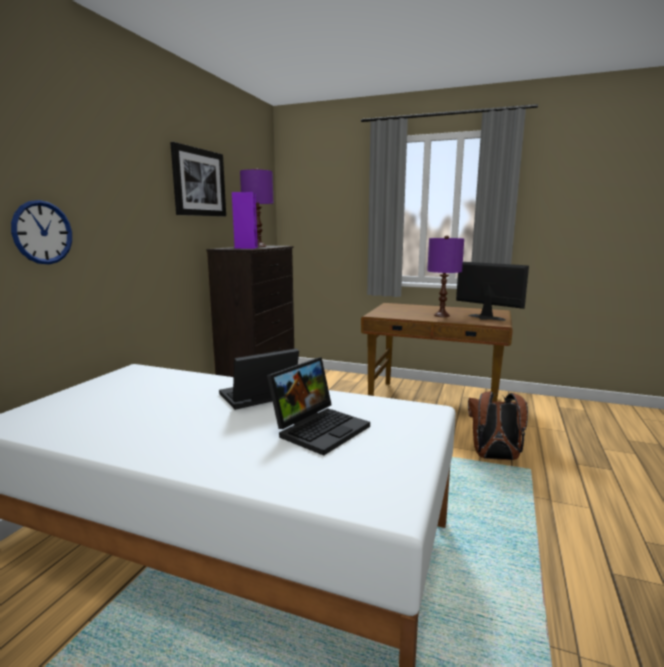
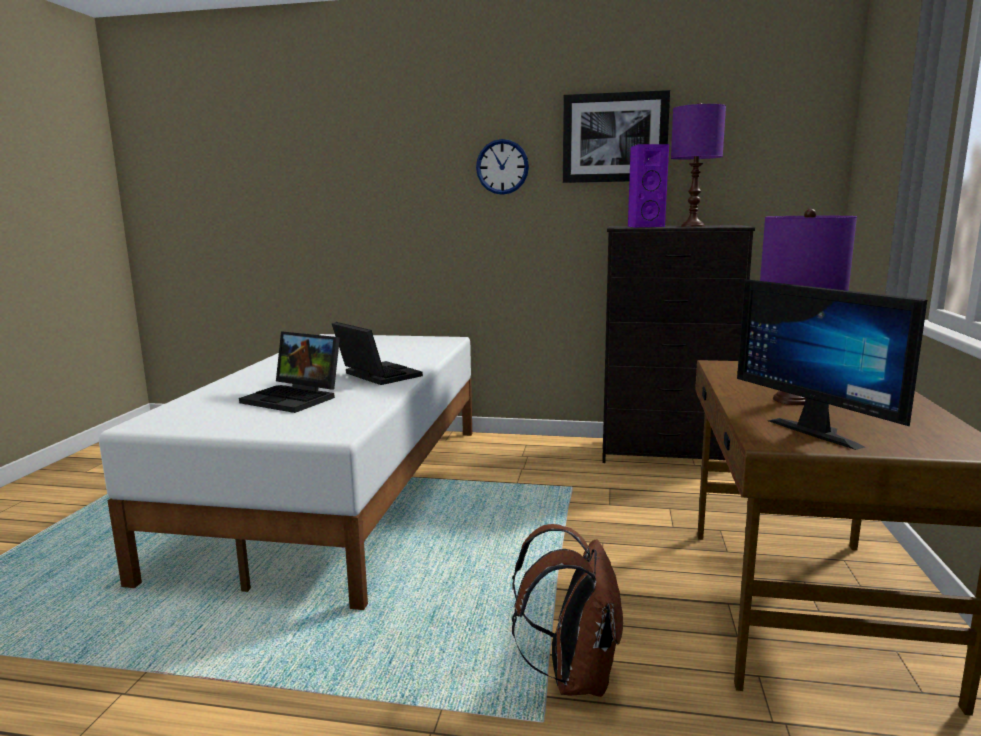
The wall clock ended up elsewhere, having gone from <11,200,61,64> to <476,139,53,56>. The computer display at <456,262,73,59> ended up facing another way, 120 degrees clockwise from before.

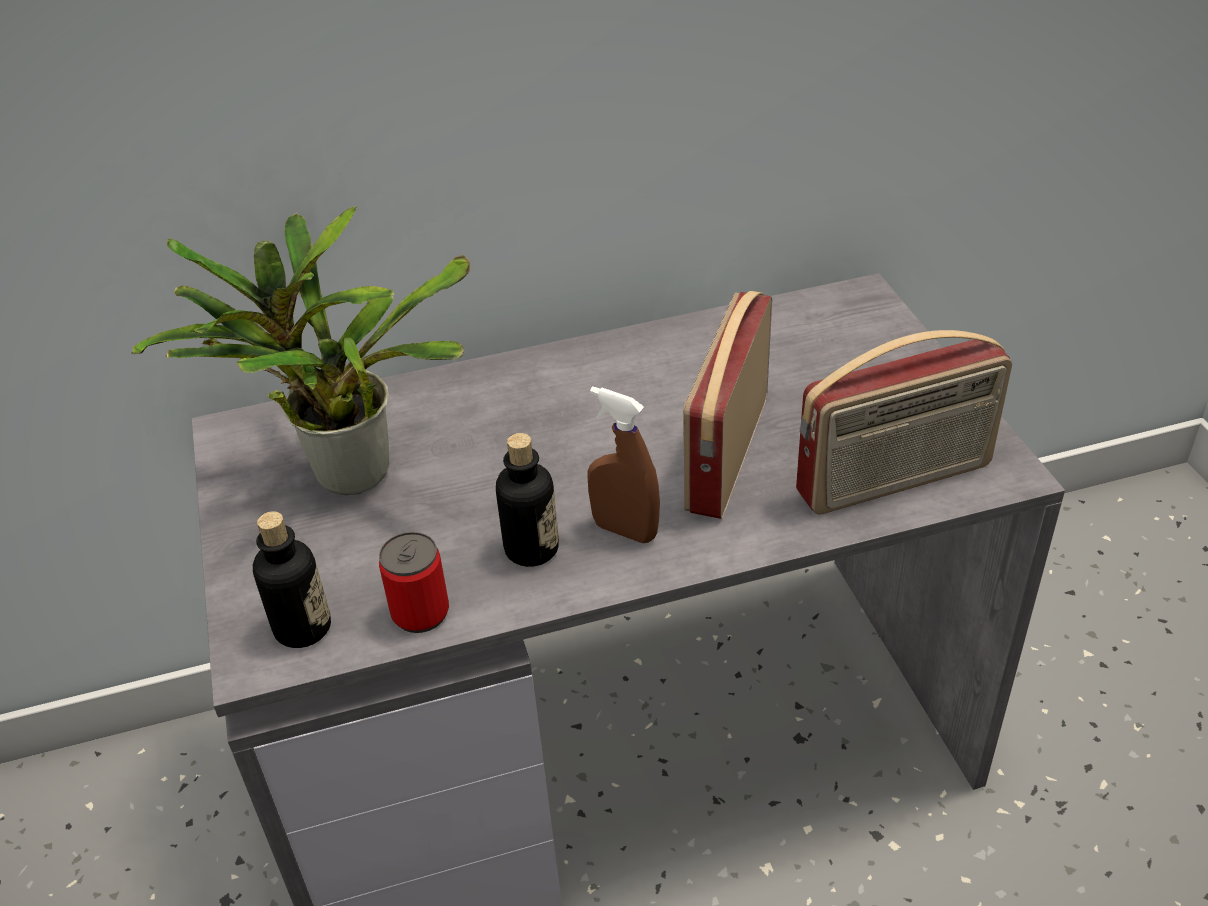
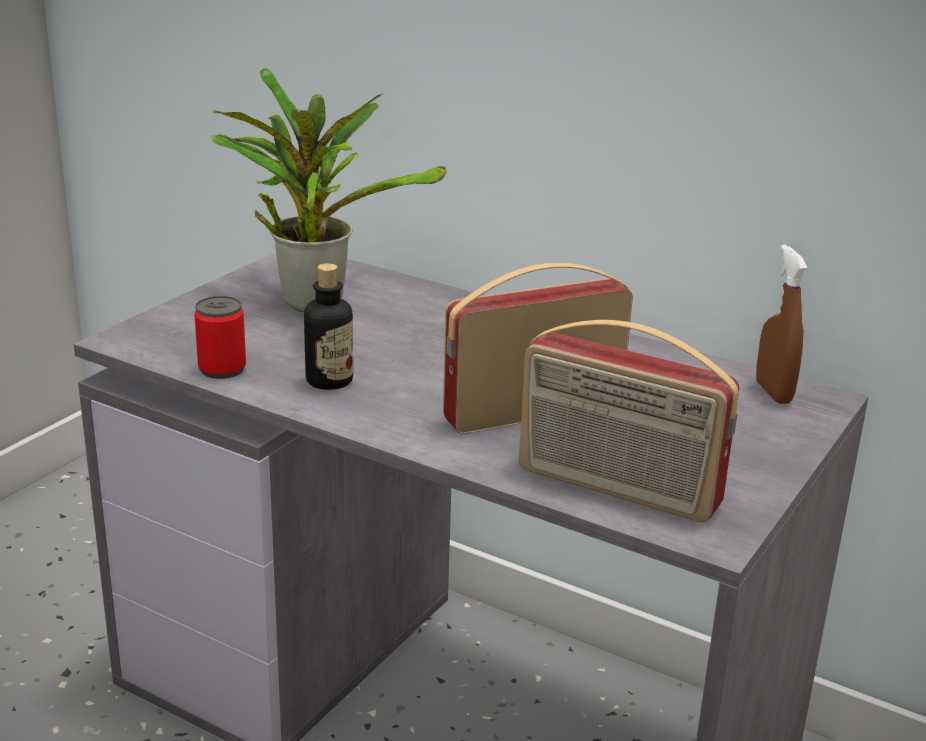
The brown-coloured spray bottle ended up elsewhere, having gone from <588,386,72,157> to <756,245,51,159>. The second view lost the beverage bottle at <253,511,78,137>.

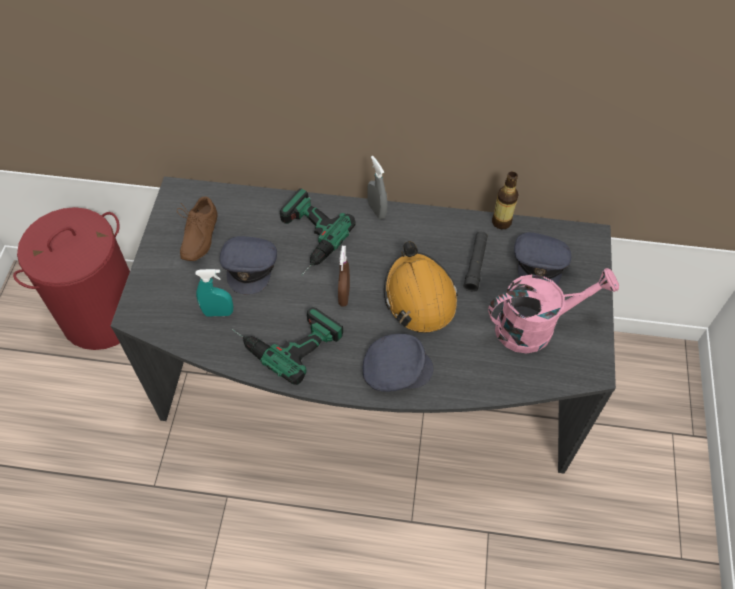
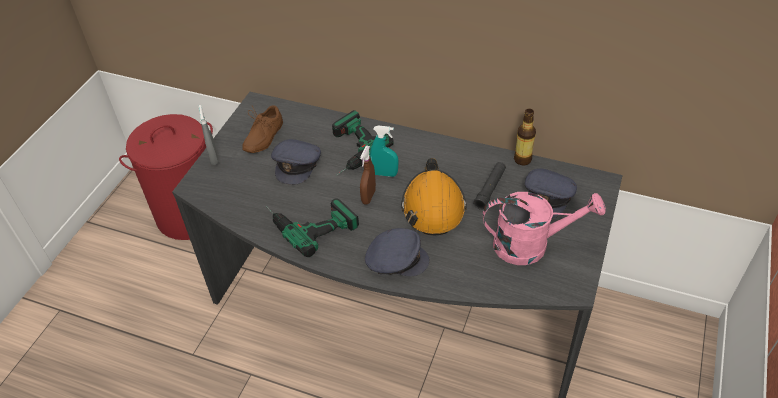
The grey spray bottle ended up elsewhere, having gone from <367,156,20,63> to <199,105,20,60>. The turquoise spray bottle ended up elsewhere, having gone from <195,269,38,47> to <370,126,28,51>.

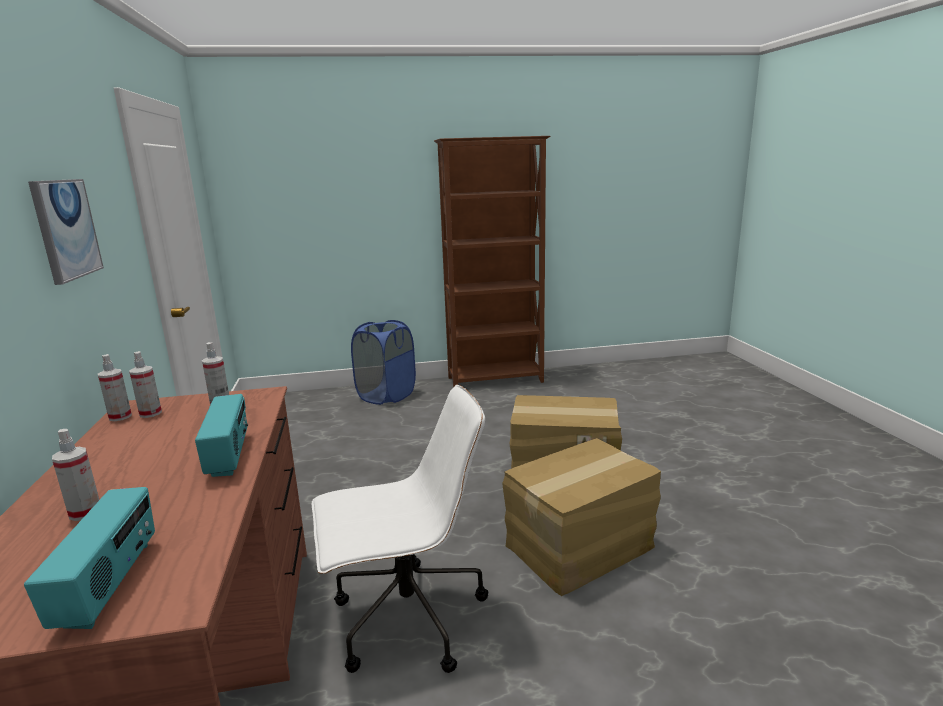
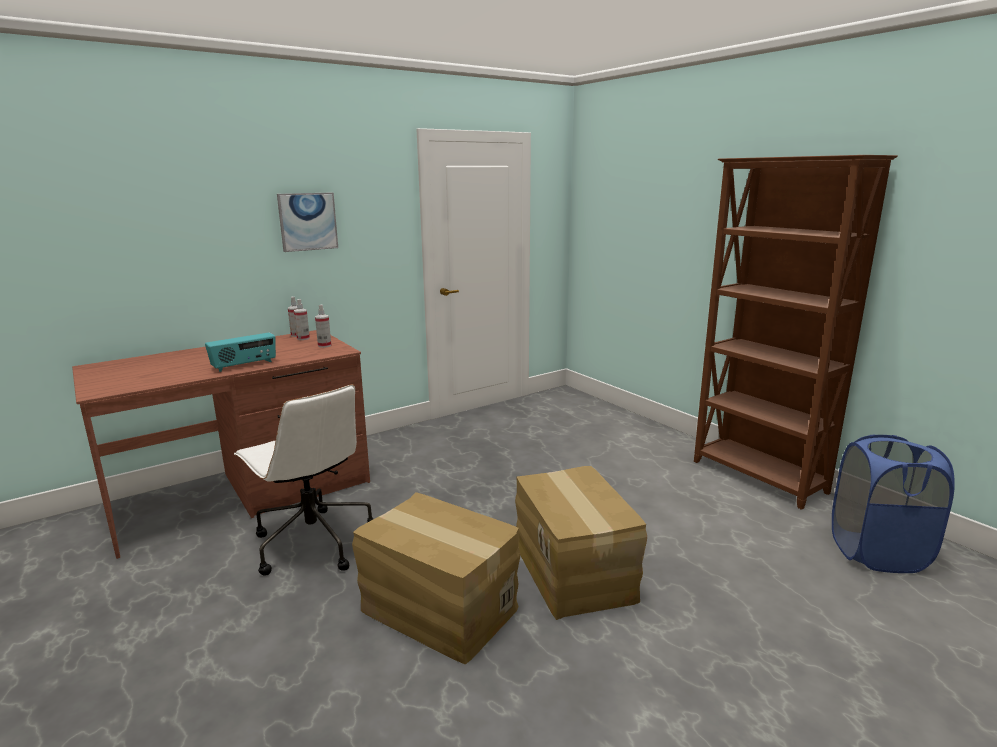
The blue-coloured laundry basket ended up elsewhere, having gone from <351,320,65,85> to <832,435,123,138>. The second view lost the radio at <24,487,131,142>. The second view lost the spray bottle at <52,429,47,92>.

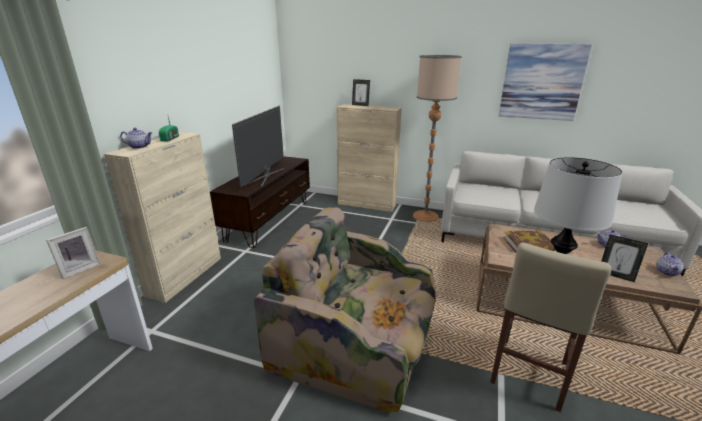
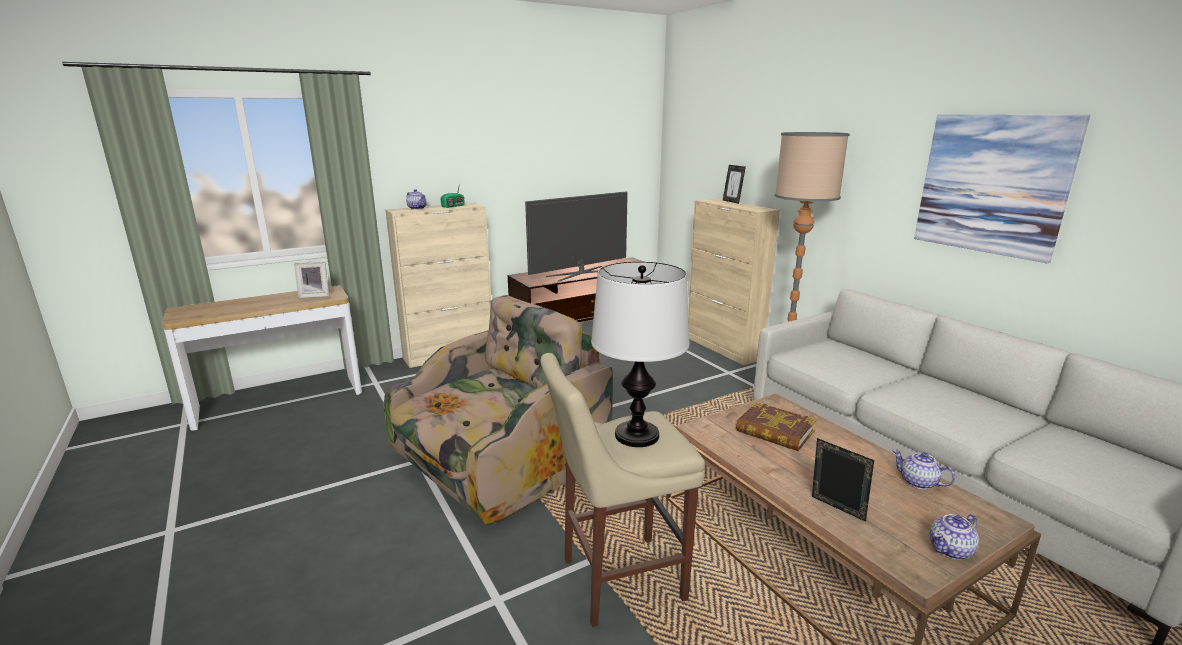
The easy chair at <254,207,181,205> ended up facing another way, 75 degrees clockwise from before. The standing frame at <601,234,47,48> ended up facing another way, 150 degrees clockwise from before.

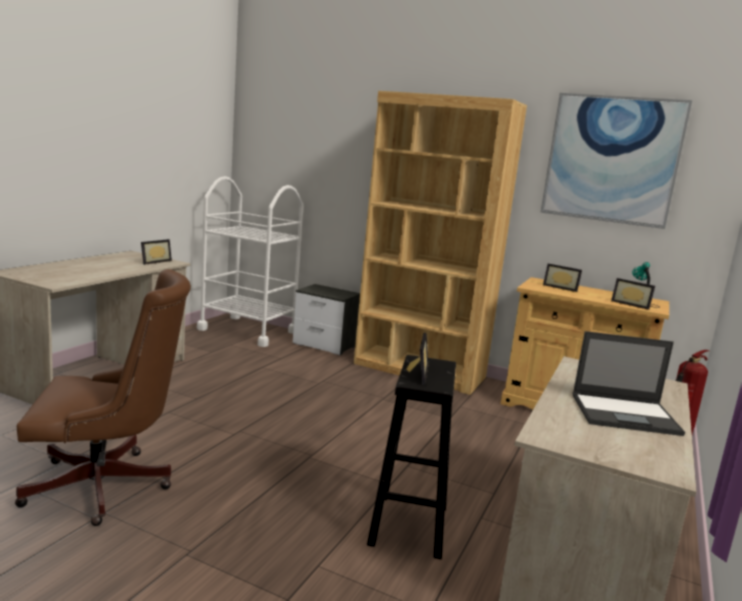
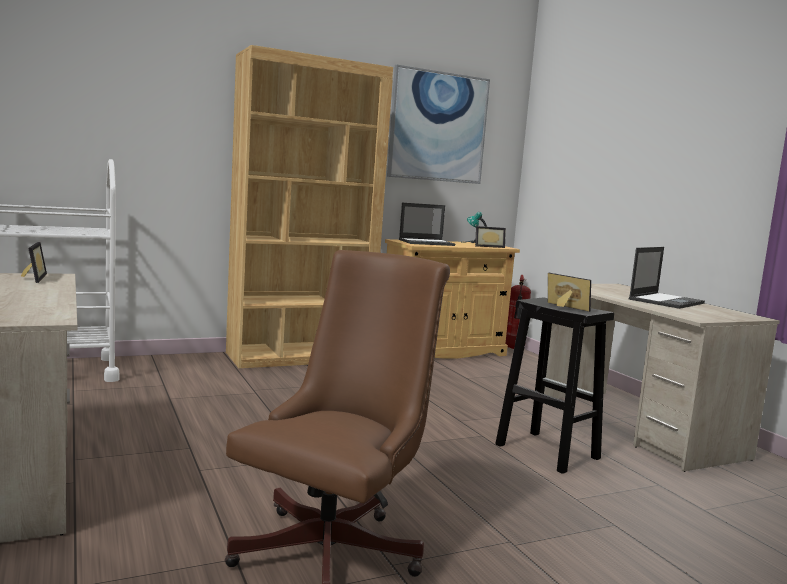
Where the standing frame stood at <543,264,39,28>, the laptop came to stand at <399,203,56,43>. The second view lost the night table at <293,284,67,71>.

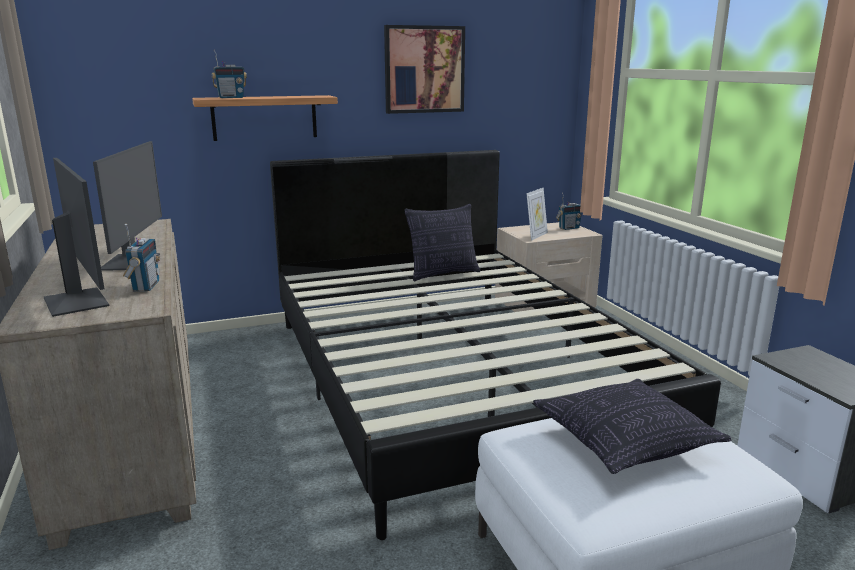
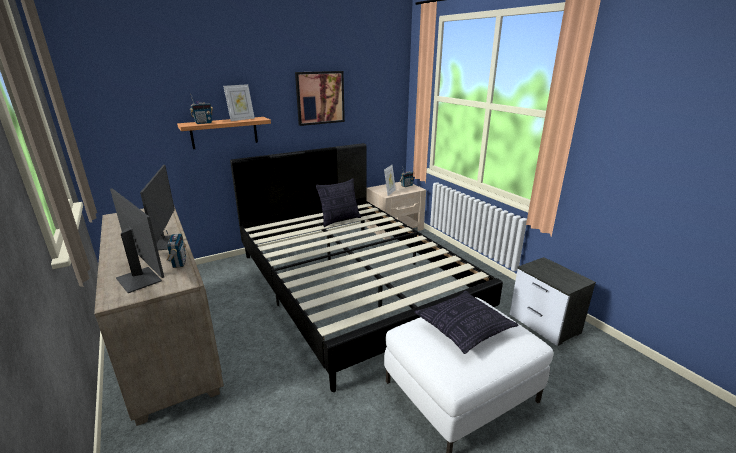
The second view gained the standing frame at <223,84,32,37>.

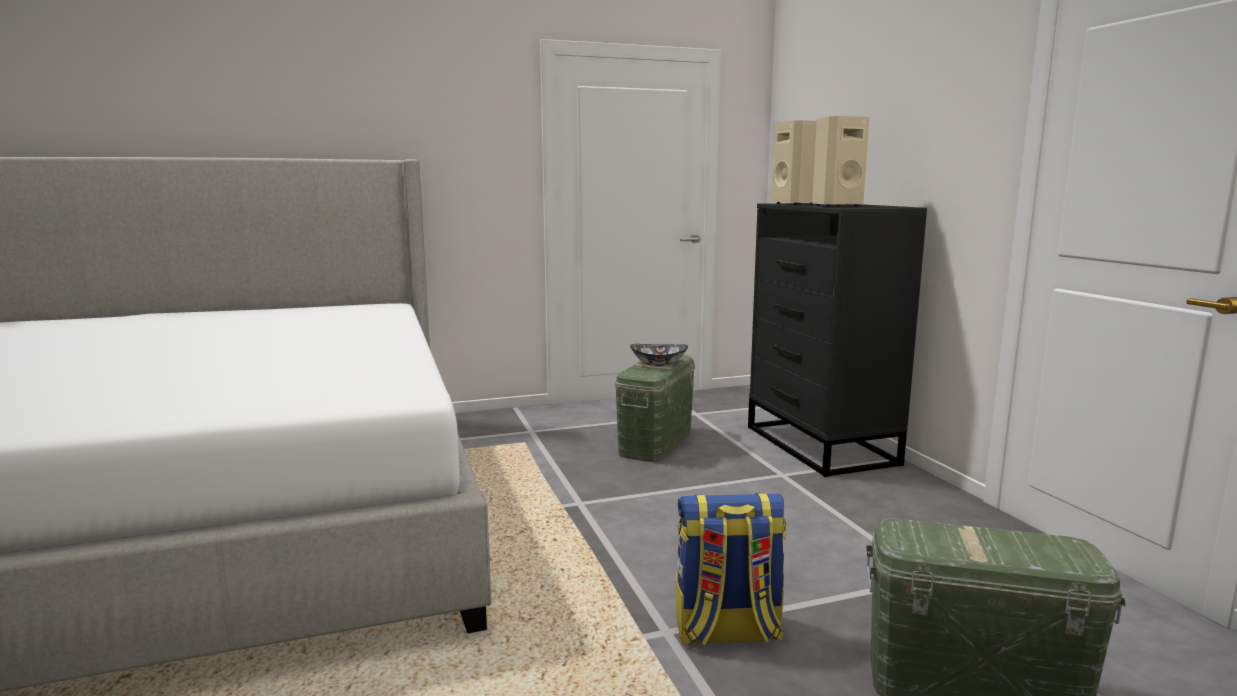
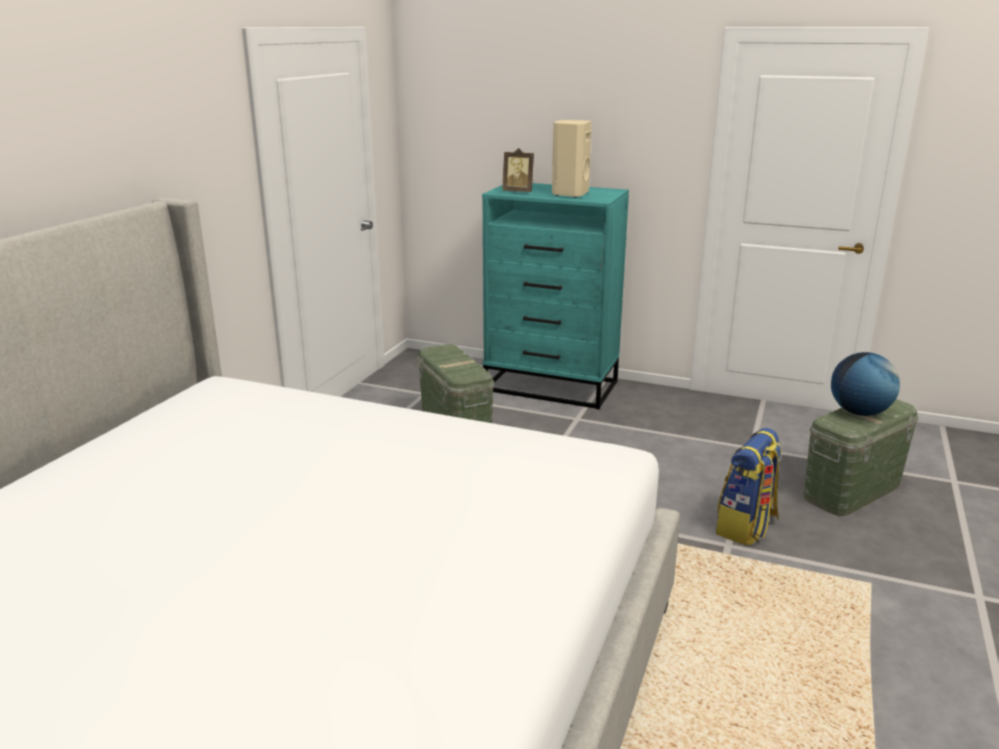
What was the blackish drawer chest at <748,203,179,274> turned into the turquoise drawer chest at <482,183,147,226>. Where the sand-coloured loudspeaker stood at <772,120,45,85>, the standing frame came to stand at <502,148,32,44>. The second view gained the globe at <831,352,69,64>. The second view lost the deep dish at <630,344,58,23>.

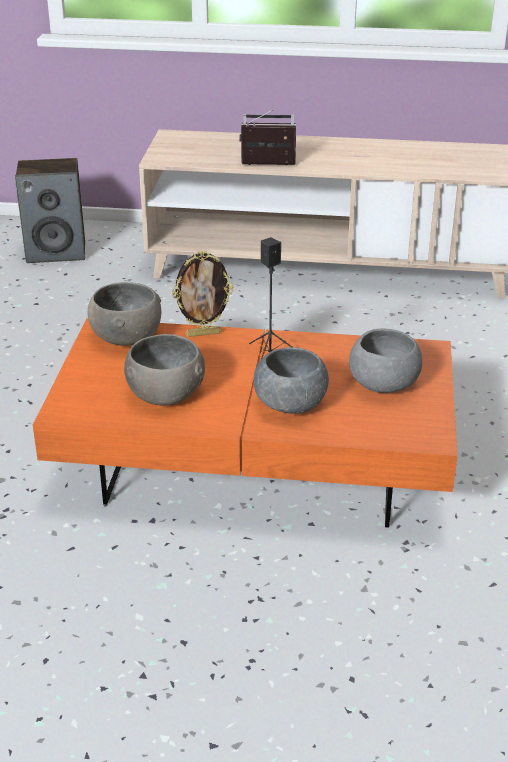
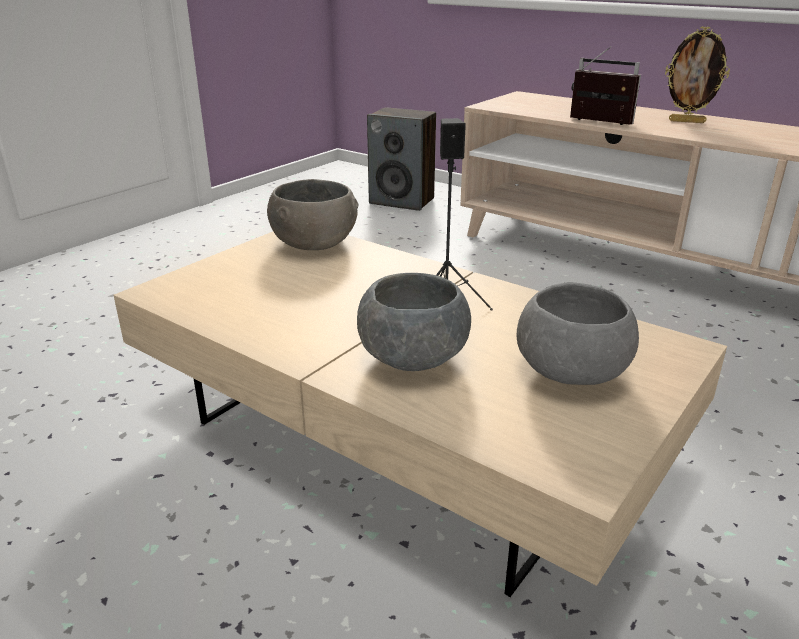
What was the orange-coloured coffee table at <33,318,424,210> turned into the sand-coloured coffee table at <113,232,614,365>. The standing frame ended up elsewhere, having gone from <172,251,62,86> to <665,26,65,97>. The second view lost the grey deep dish at <124,334,81,72>.

